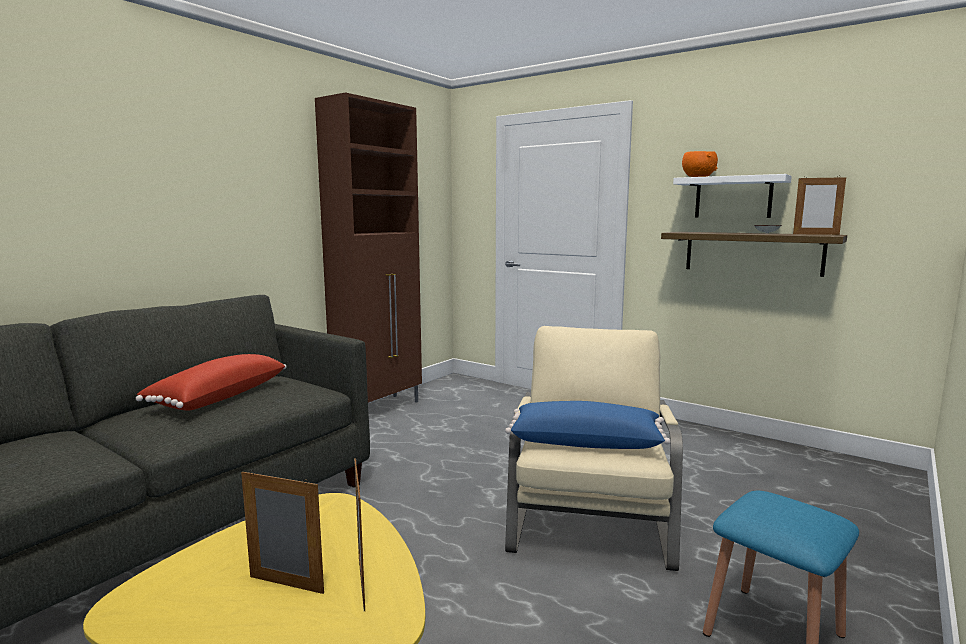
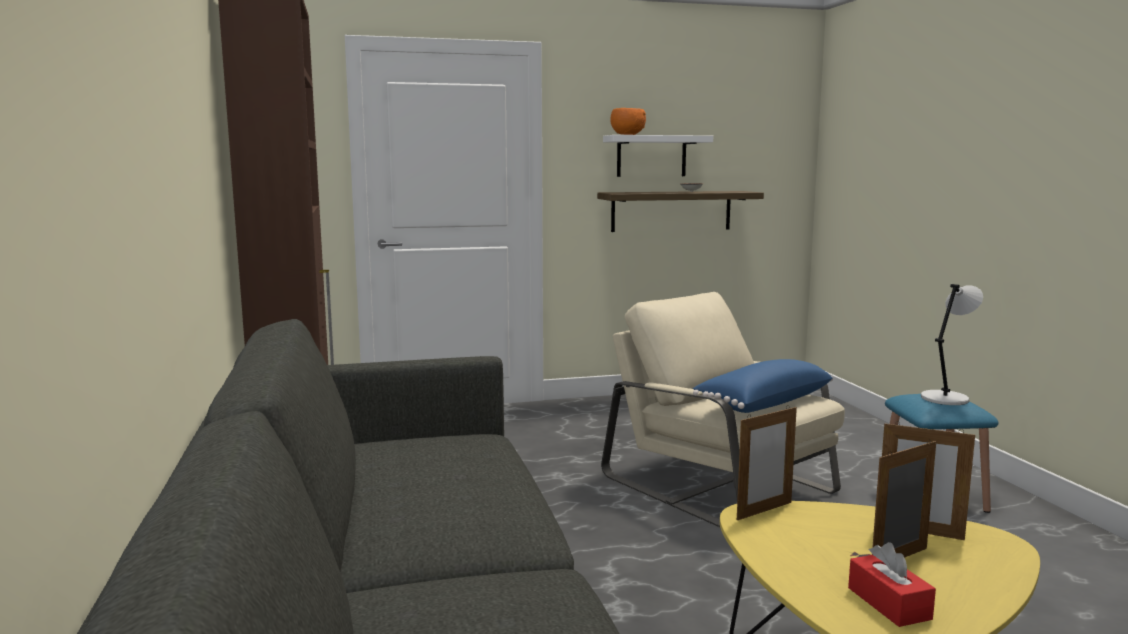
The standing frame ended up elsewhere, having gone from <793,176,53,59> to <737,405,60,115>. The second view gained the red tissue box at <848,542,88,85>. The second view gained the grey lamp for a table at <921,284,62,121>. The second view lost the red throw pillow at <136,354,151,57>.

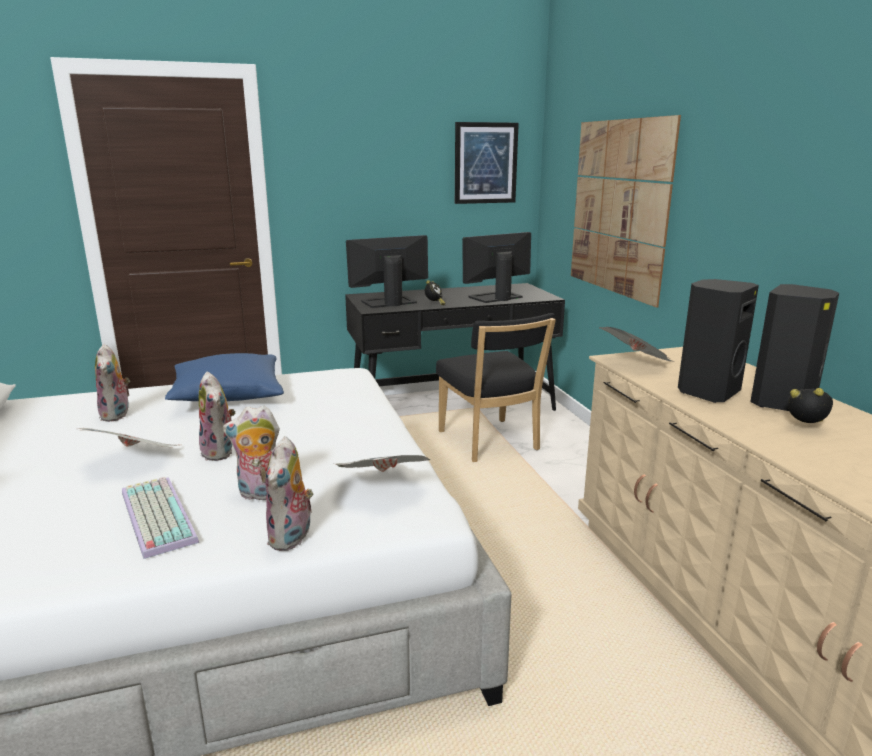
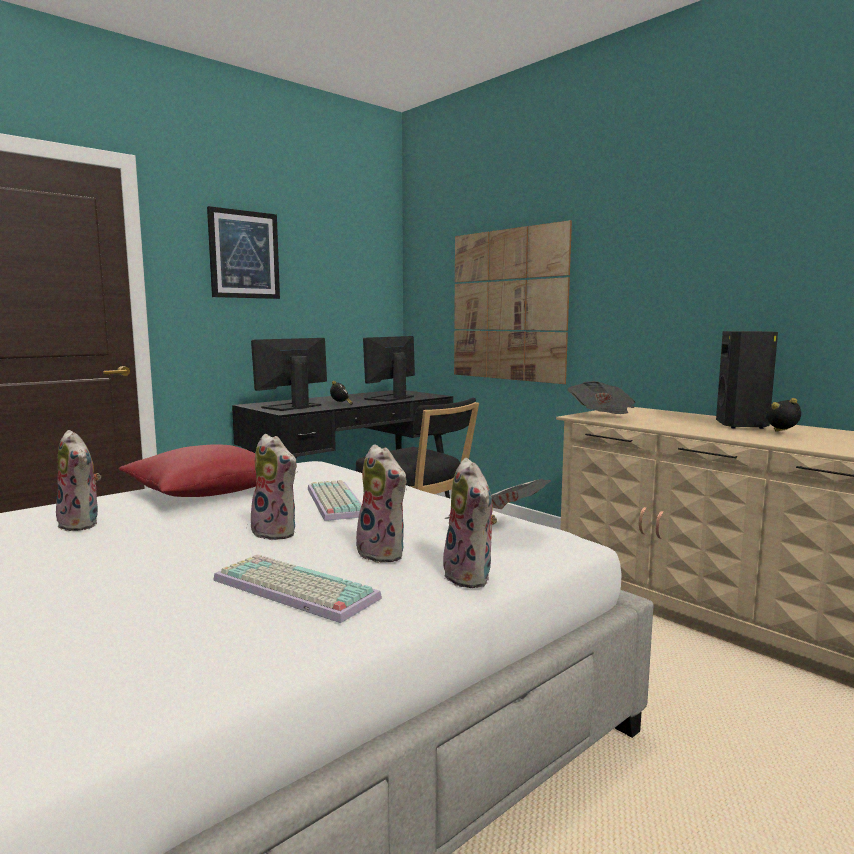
What was the blue-coloured throw pillow at <165,353,119,48> turned into the red throw pillow at <119,444,138,53>. The picture ended up elsewhere, having gone from <455,122,64,82> to <207,206,73,93>. The second view gained the computer keyboard at <308,480,54,41>. The cuddly toy at <223,405,57,95> ended up facing another way, 105 degrees counterclockwise from before. The second view lost the printed paper at <79,428,102,20>. The second view lost the blackish loudspeaker at <678,279,81,124>.

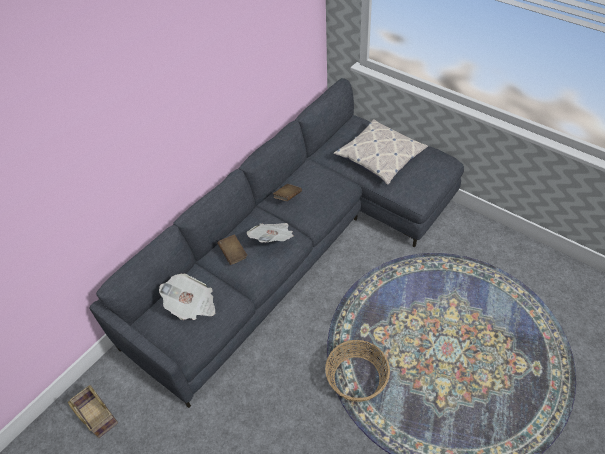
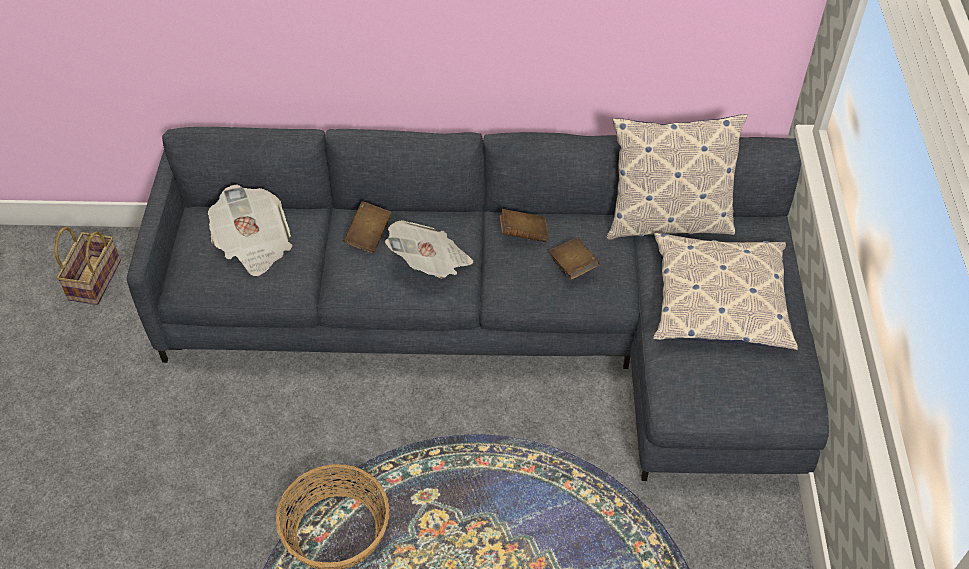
The second view gained the brown-coloured volume at <549,238,51,42>. The second view gained the throw pillow at <606,114,141,126>.

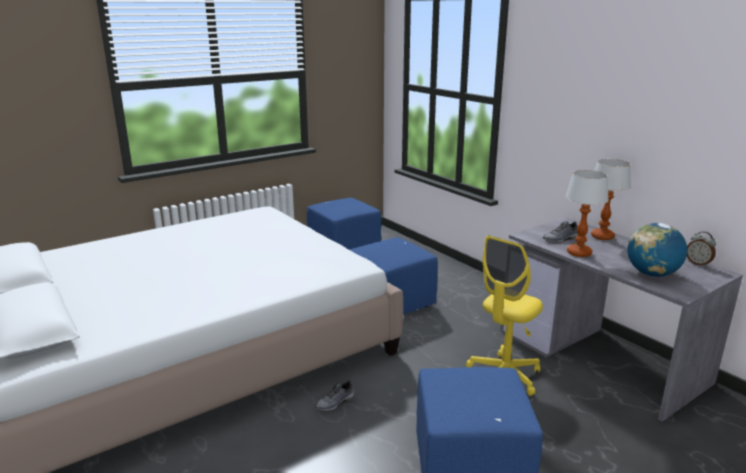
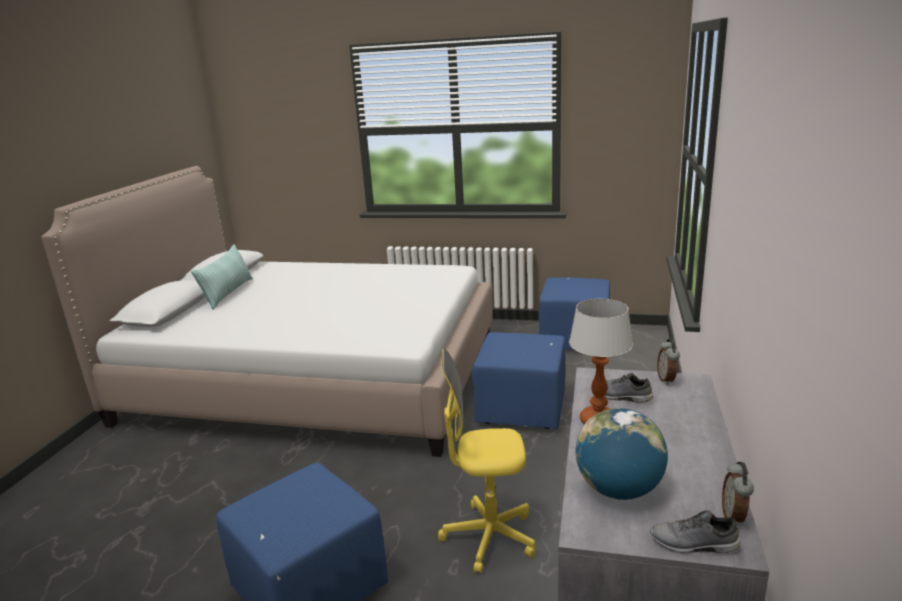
The second view gained the throw pillow at <191,244,62,66>. The grey item of footwear ended up elsewhere, having gone from <315,381,39,30> to <650,510,90,43>. The second view gained the bedside clock at <657,339,23,46>. The second view lost the lamp for a table at <591,159,40,81>.

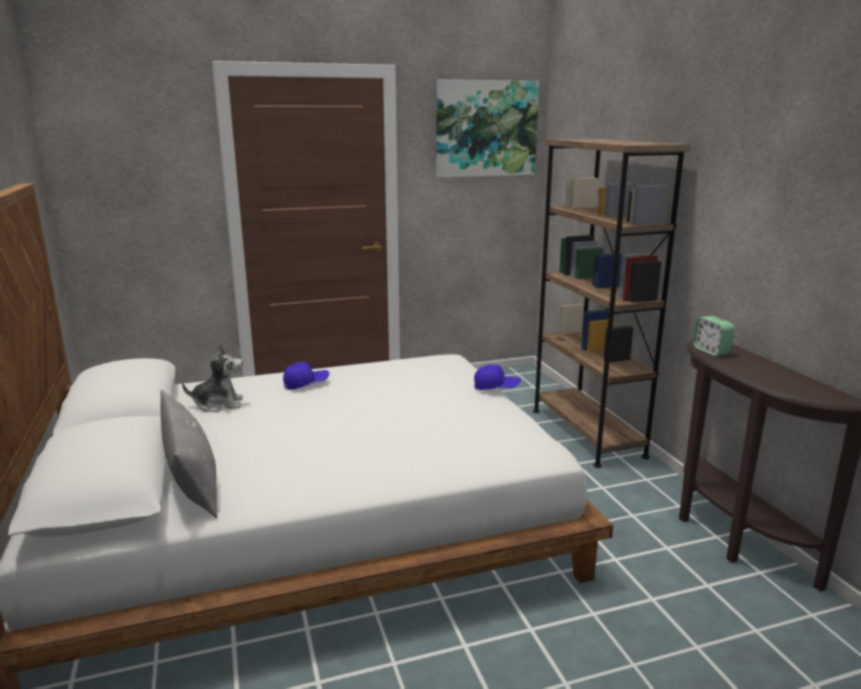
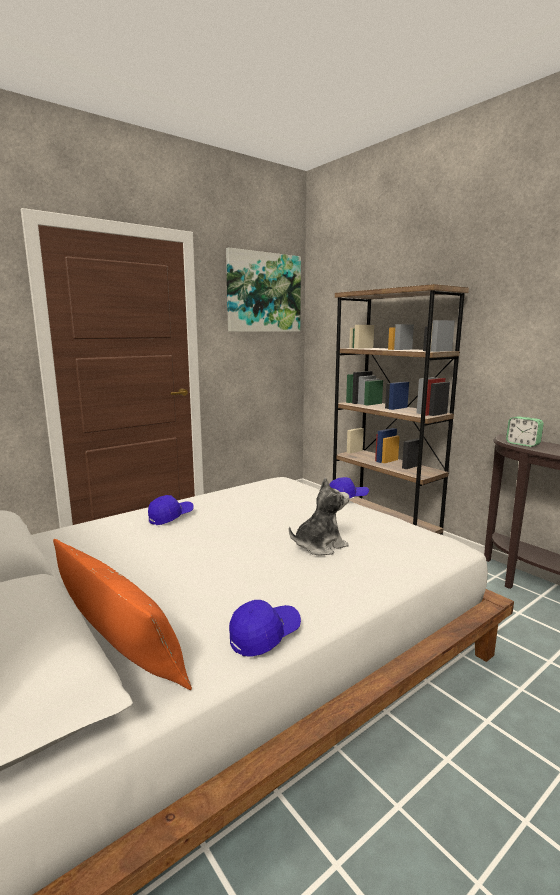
What was the grey throw pillow at <160,390,57,128> turned into the orange-coloured throw pillow at <53,539,139,151>. The second view gained the blue-coloured cap at <229,600,72,57>. The cuddly toy ended up elsewhere, having gone from <182,344,61,68> to <289,478,60,78>.

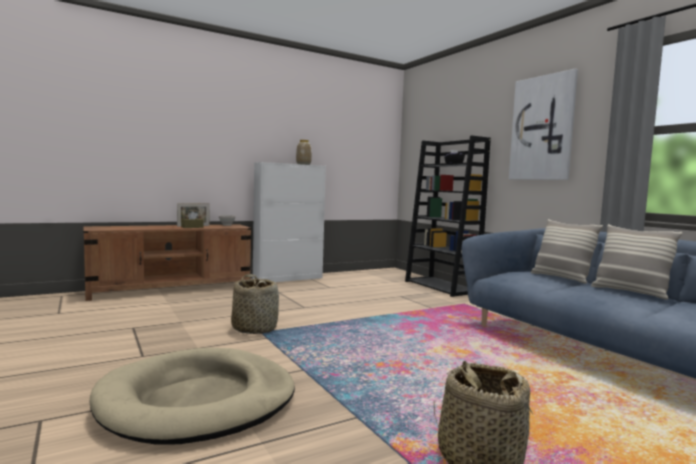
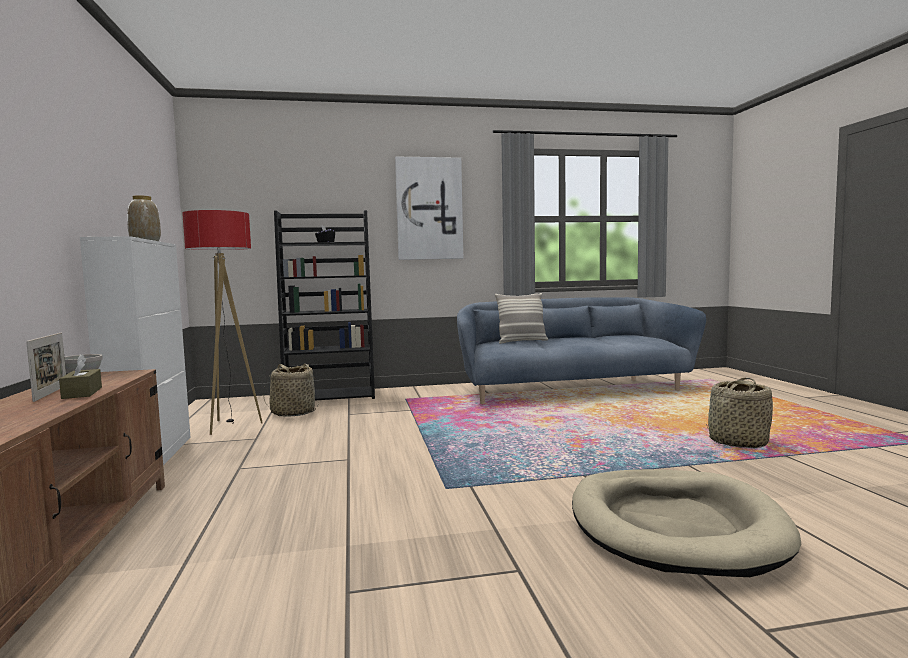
The second view gained the standing lamp at <182,210,81,225>. The storage basket ended up elsewhere, having gone from <231,274,48,60> to <263,364,56,53>. The second view lost the throw pillow at <591,224,92,76>.

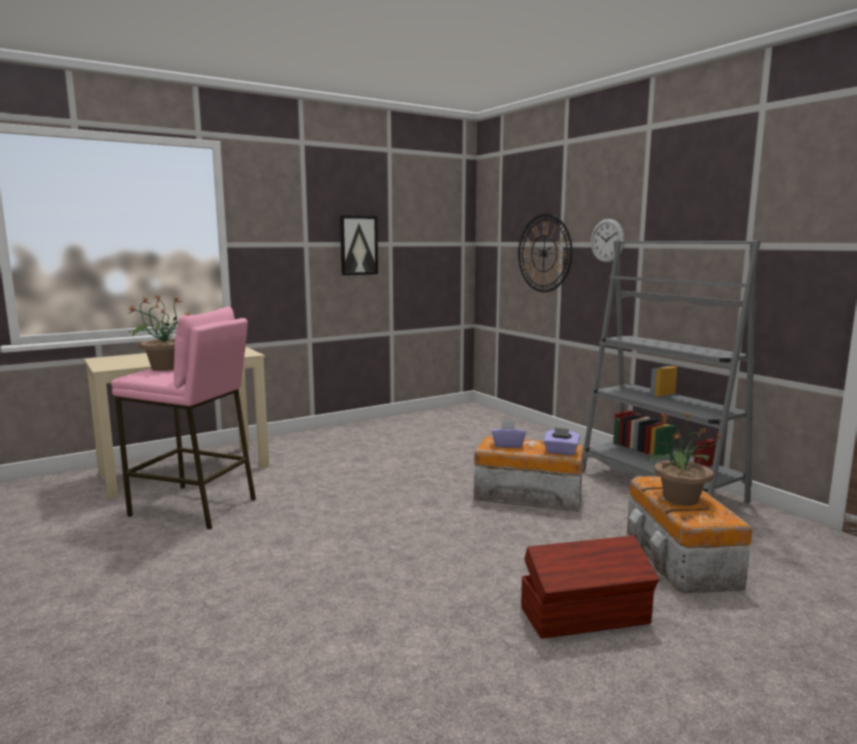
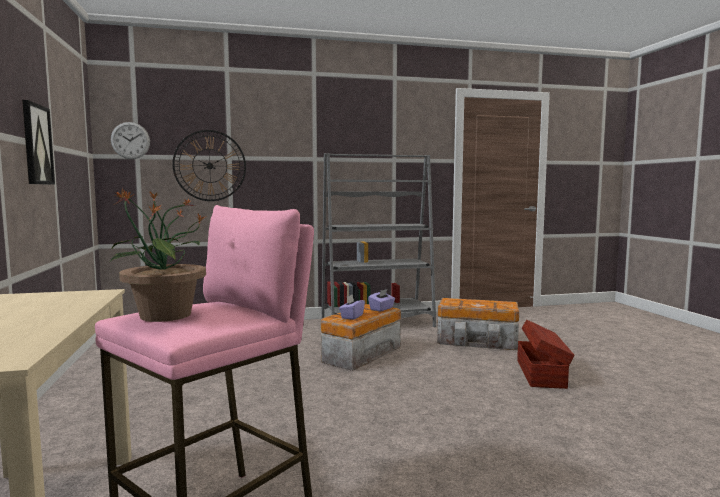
The wall clock ended up elsewhere, having gone from <591,219,34,44> to <111,122,39,37>. The second view lost the plant in a pot at <646,412,77,94>.

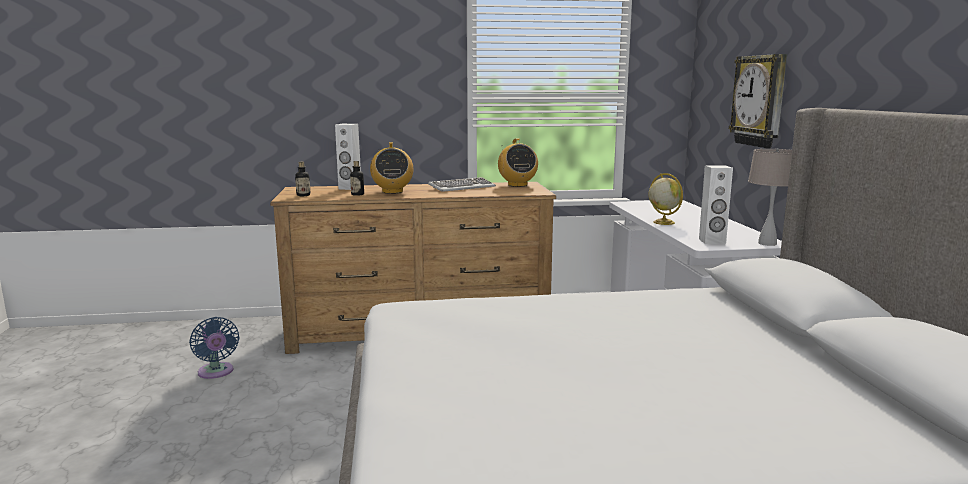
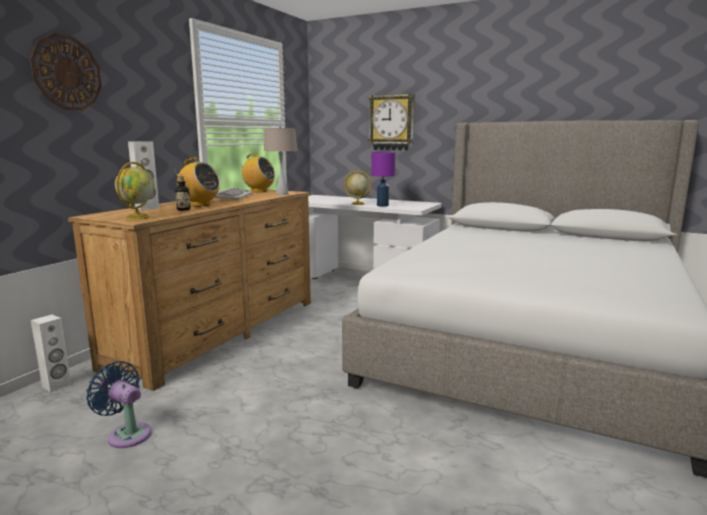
The second view gained the wall clock at <30,33,72,78>. The white loudspeaker ended up elsewhere, having gone from <699,165,34,79> to <31,314,40,79>. The blue-coloured electric fan at <189,317,50,62> ended up facing another way, 150 degrees counterclockwise from before. Where the beverage bottle stood at <295,162,15,34>, the globe came to stand at <115,162,40,57>. The sand-coloured lamp for a table ended up elsewhere, having gone from <748,148,44,98> to <264,126,34,69>. The second view gained the purplish lamp for a table at <371,152,25,55>.

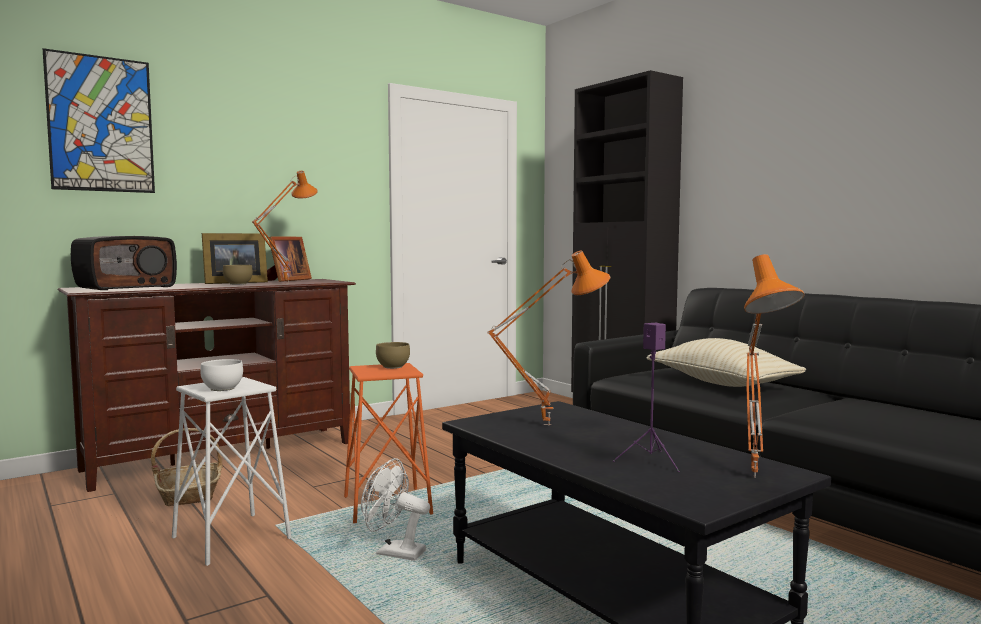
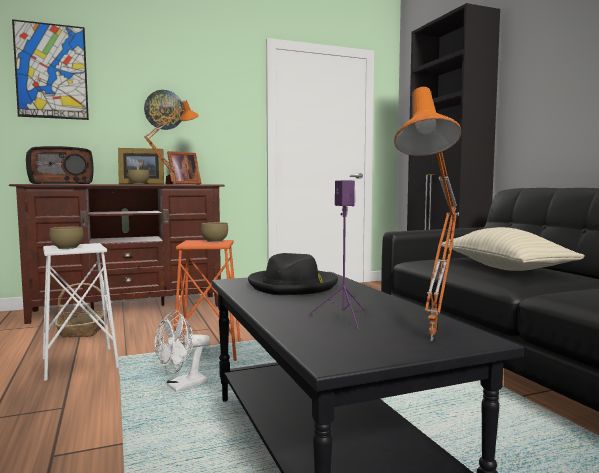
What was the white deep dish at <200,359,43,32> turned into the brown-coloured deep dish at <50,227,33,22>. The second view gained the wall clock at <144,90,39,40>. The white electric fan at <361,458,69,103> ended up facing another way, 75 degrees counterclockwise from before. Where the orange-coloured lamp for a table stood at <487,251,123,175>, the blackish clothing hat came to stand at <248,253,90,42>.

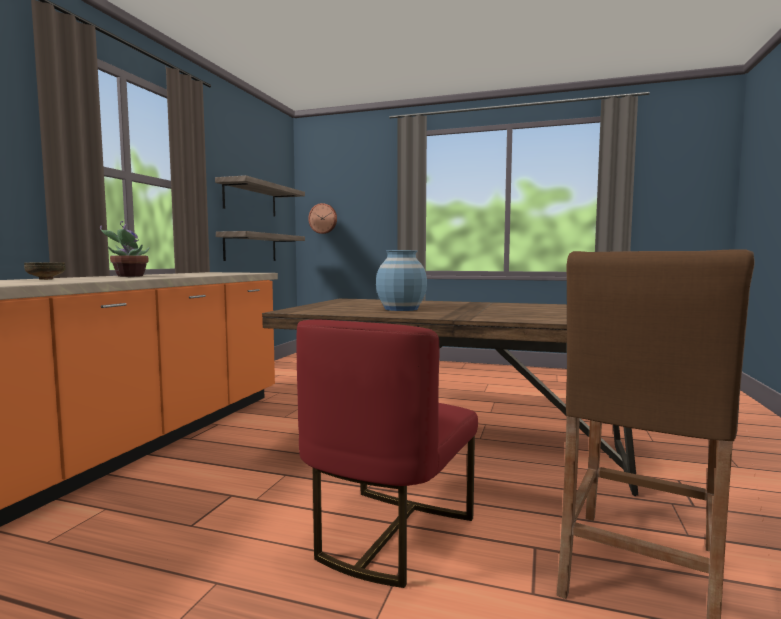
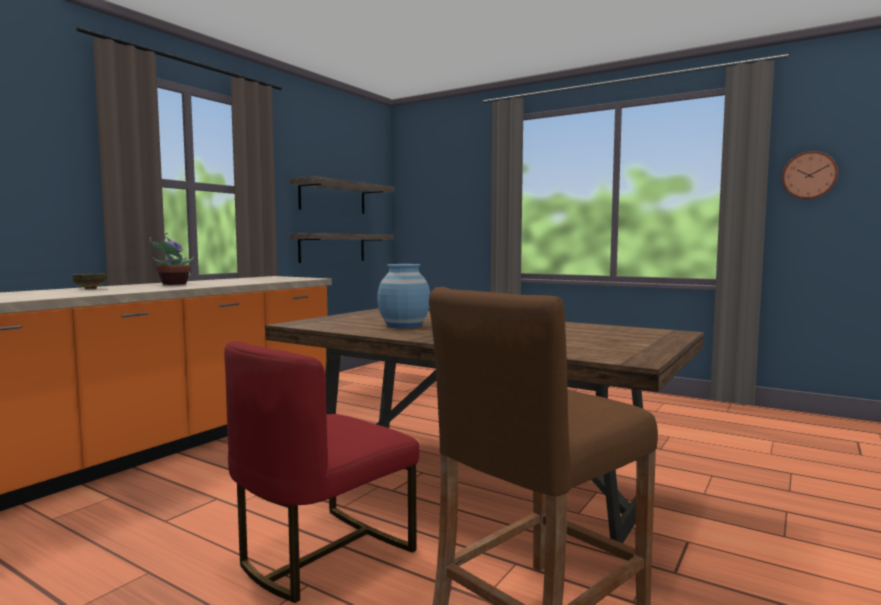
The wall clock ended up elsewhere, having gone from <308,203,29,31> to <782,151,56,49>.

